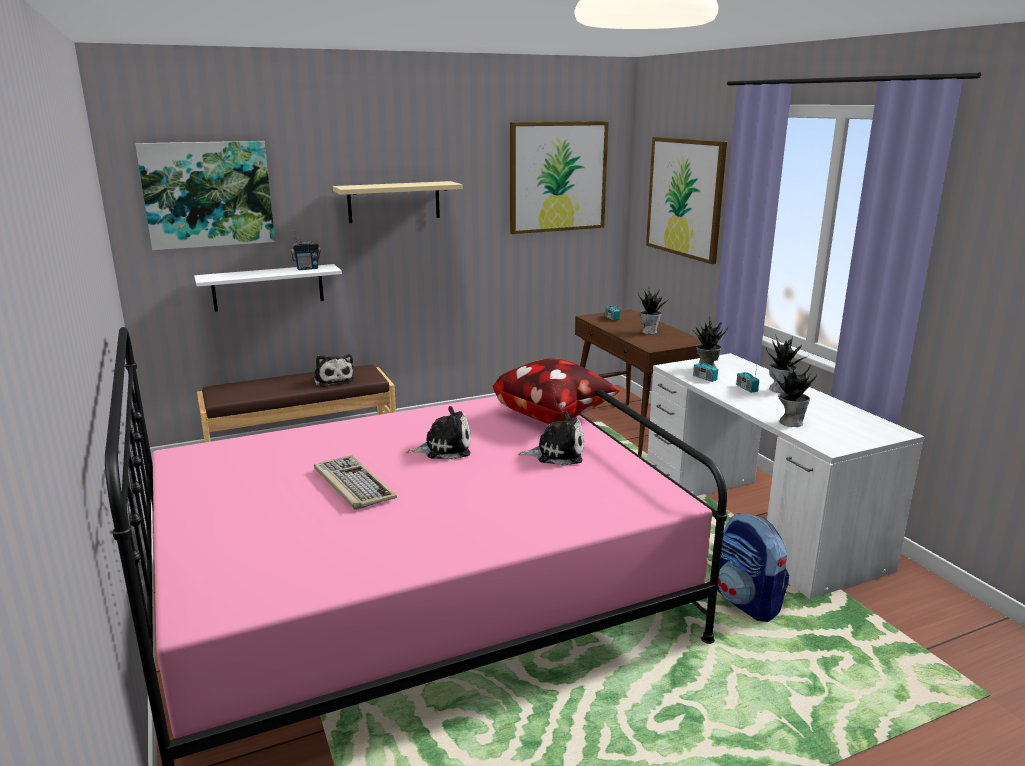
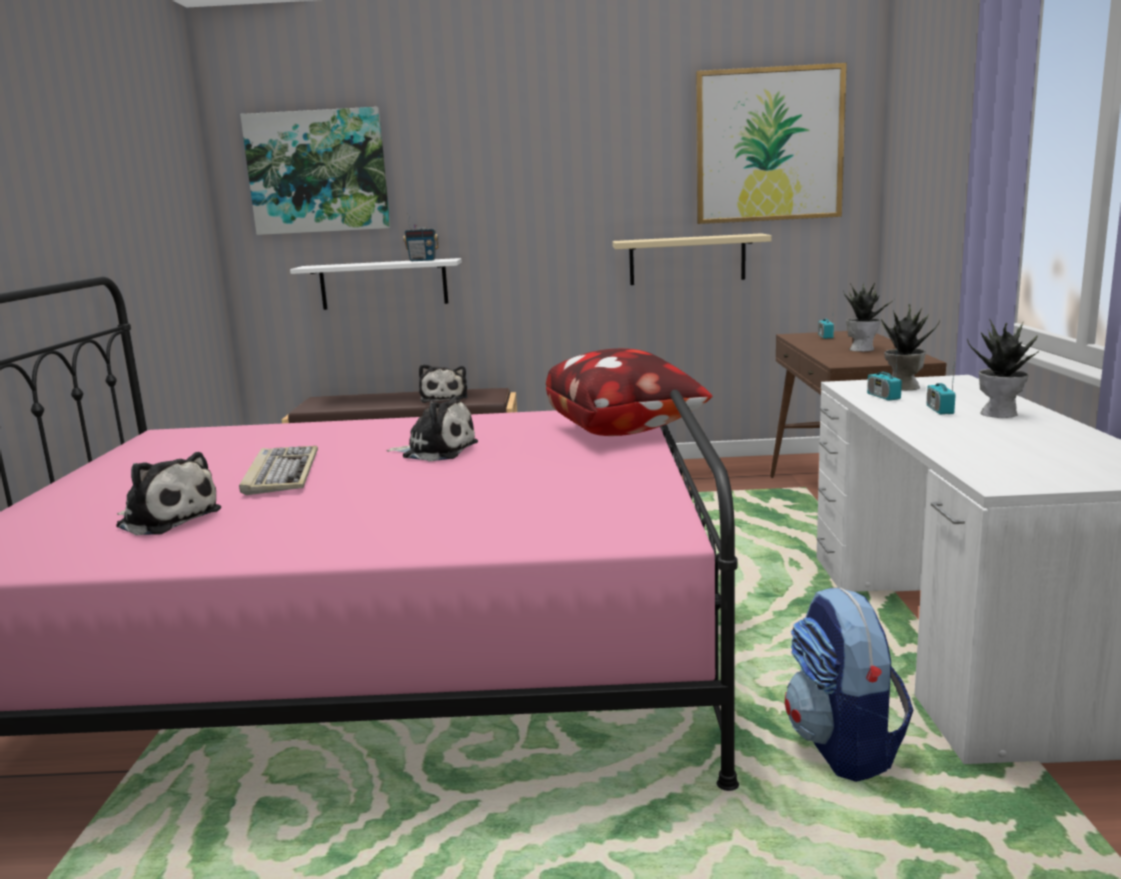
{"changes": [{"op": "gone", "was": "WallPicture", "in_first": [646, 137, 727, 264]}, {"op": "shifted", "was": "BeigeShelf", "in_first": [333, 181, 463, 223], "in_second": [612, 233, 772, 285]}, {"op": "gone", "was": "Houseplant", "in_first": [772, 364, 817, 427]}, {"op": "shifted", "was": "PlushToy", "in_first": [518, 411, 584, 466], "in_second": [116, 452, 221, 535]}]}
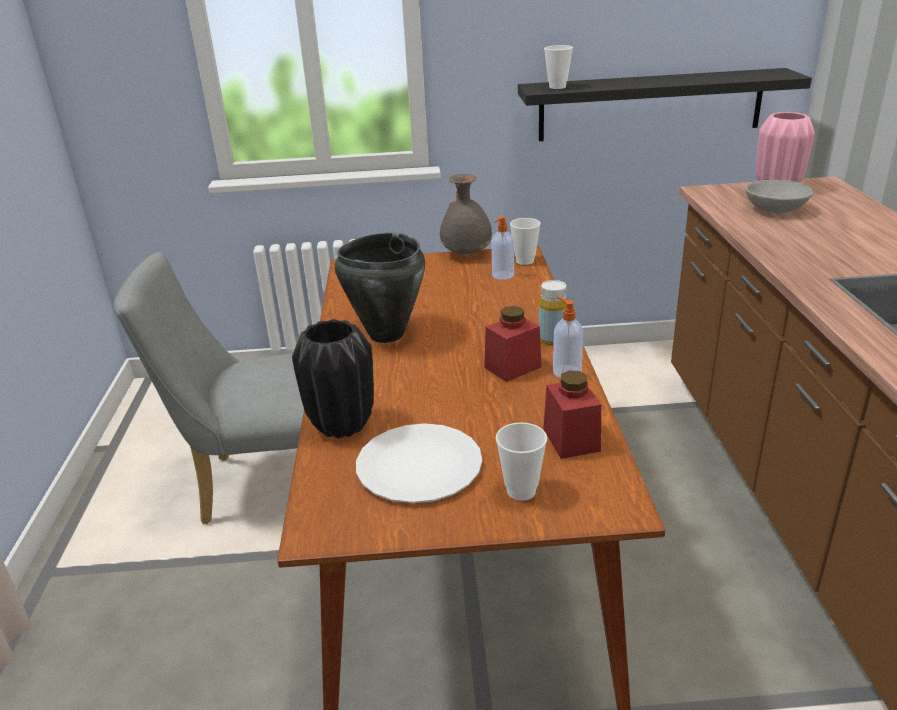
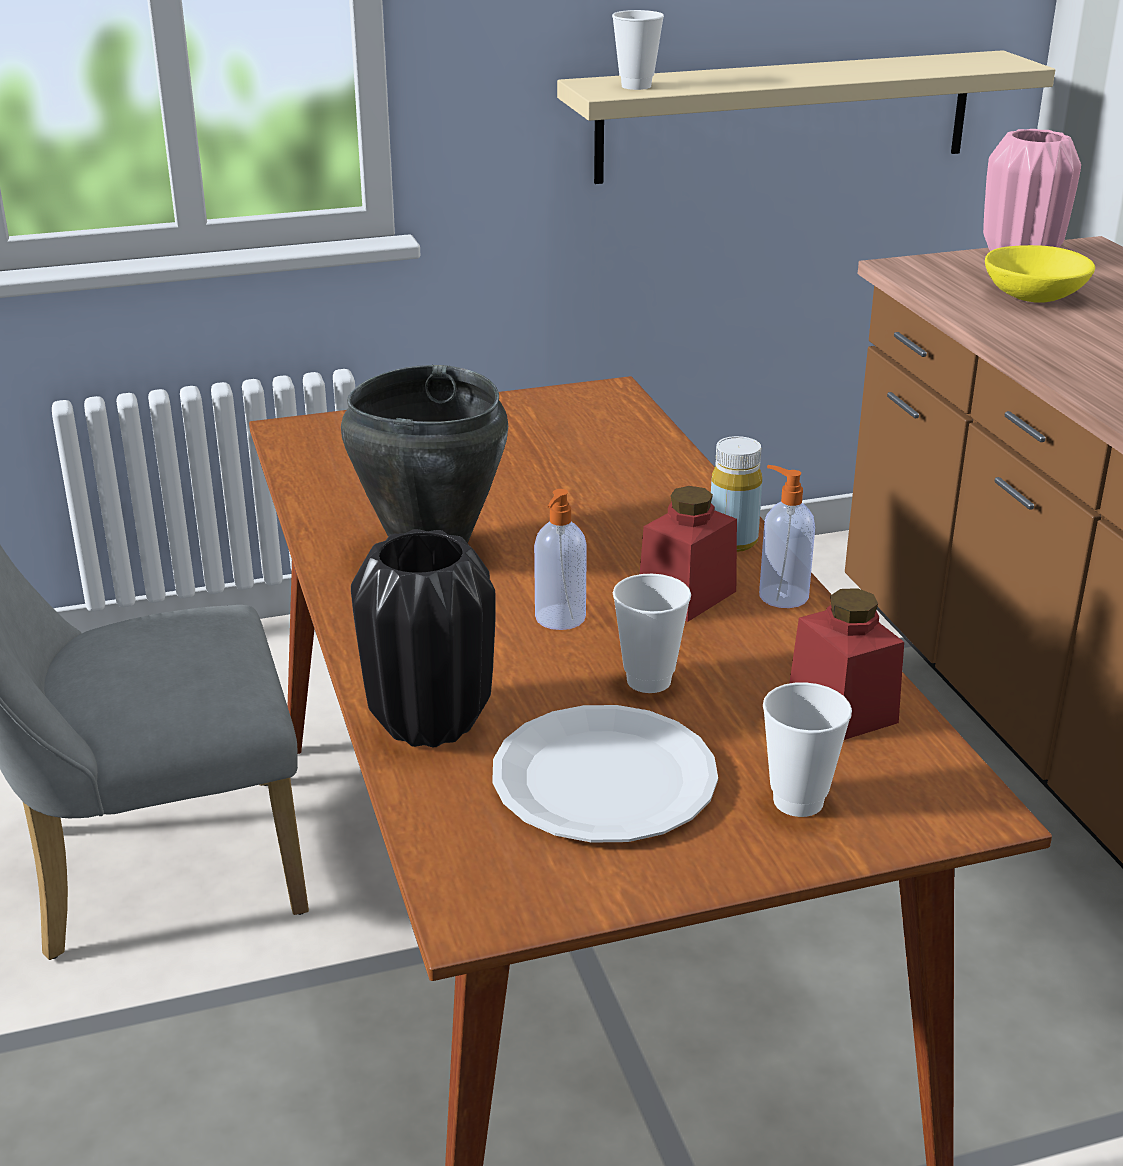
{"changes": [{"op": "repainted", "was": "BlackShelf", "now": "BeigeShelf", "in_first": [518, 68, 812, 141], "in_second": [557, 50, 1055, 184]}, {"op": "gone", "was": "GreyFlowerVase", "in_first": [440, 174, 492, 257]}, {"op": "repainted", "was": "GreyBowl", "now": "YellowBowl", "in_first": [745, 180, 813, 213], "in_second": [985, 245, 1095, 303]}, {"op": "shifted", "was": "SoapDispenser", "in_first": [491, 216, 514, 280], "in_second": [534, 489, 587, 630]}, {"op": "shifted", "was": "DrinkingCup", "in_first": [510, 218, 541, 265], "in_second": [613, 574, 691, 693]}]}
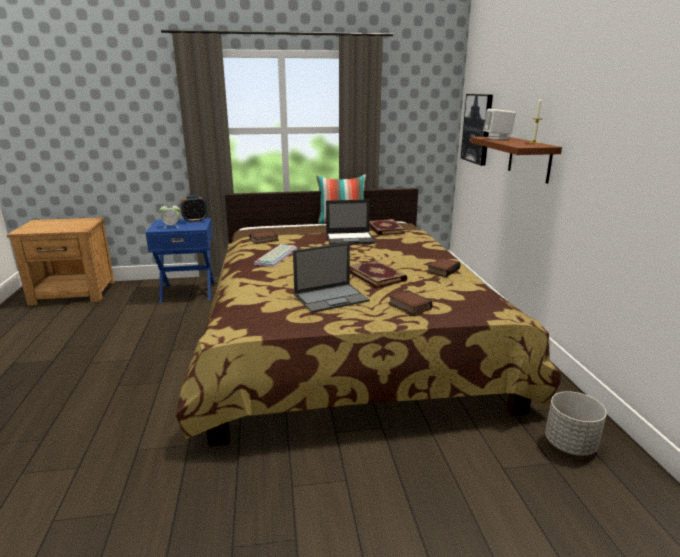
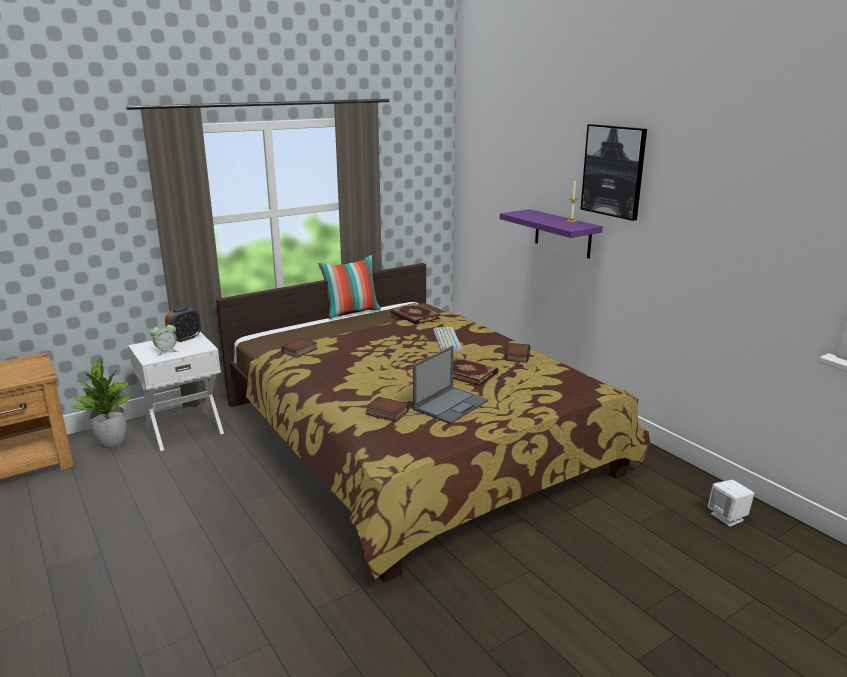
{"changes": [{"op": "shifted", "was": "WallPicture", "in_first": [461, 94, 493, 166], "in_second": [581, 124, 647, 221]}, {"op": "shifted", "was": "WhiteColouredSpeaker", "in_first": [483, 109, 516, 139], "in_second": [708, 480, 754, 526]}, {"op": "repainted", "was": "BrownShelf", "now": "PurpleShelf", "in_first": [470, 136, 562, 184], "in_second": [500, 209, 603, 259]}, {"op": "gone", "was": "Laptop", "in_first": [326, 200, 375, 245]}, {"op": "repainted", "was": "BluishNightstand", "now": "WhiteColouredNightstand", "in_first": [145, 218, 215, 303], "in_second": [128, 332, 224, 451]}, {"op": "shifted", "was": "ComputerKeyboard", "in_first": [254, 244, 297, 267], "in_second": [433, 327, 463, 352]}, {"op": "shifted", "was": "Volume", "in_first": [389, 290, 432, 316], "in_second": [365, 397, 409, 422]}, {"op": "gone", "was": "GreyFlowerPot", "in_first": [545, 391, 607, 456]}, {"op": "new", "now": "Houseplant", "in_second": [70, 357, 130, 448]}]}
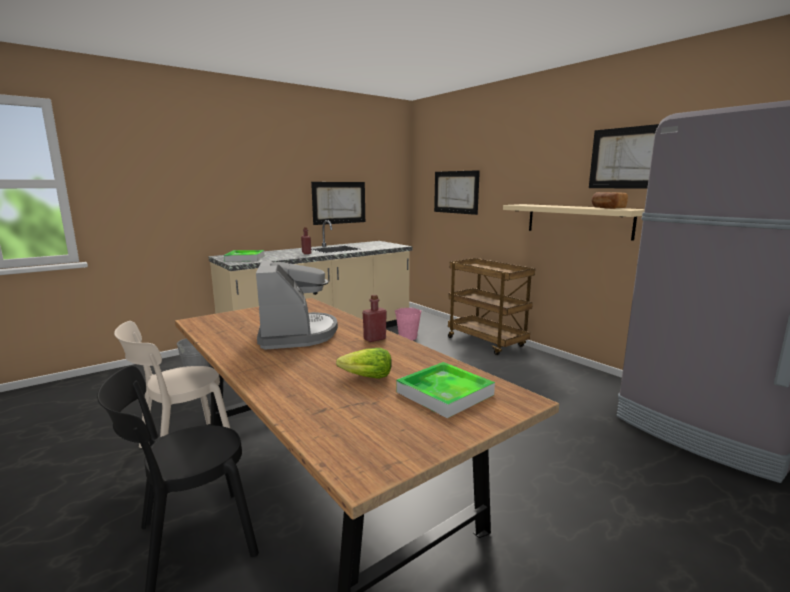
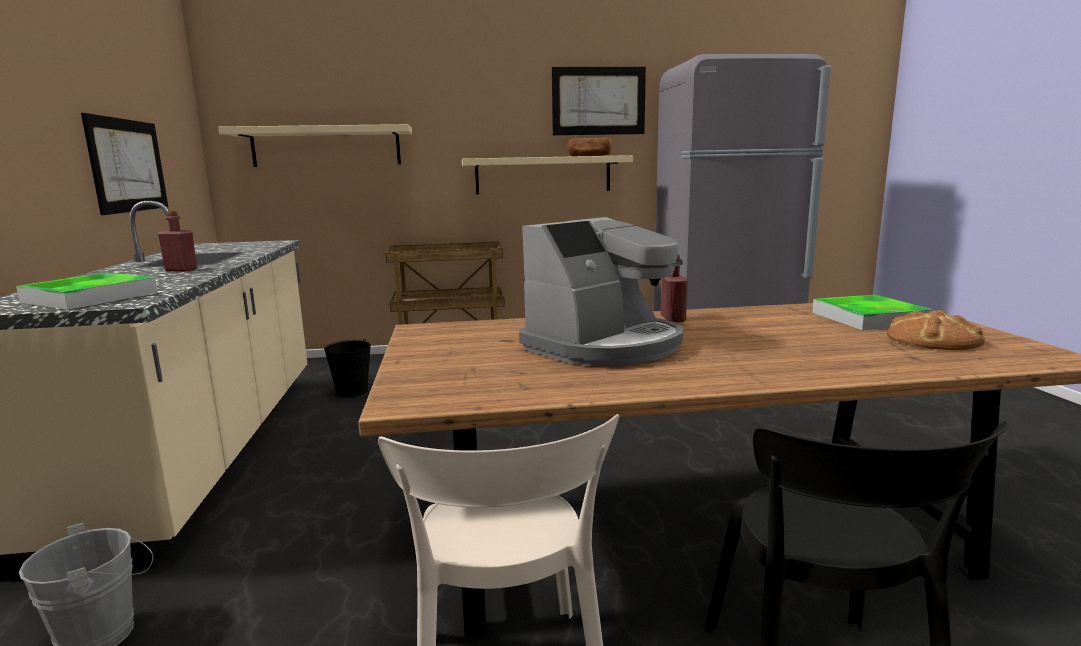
{"changes": [{"op": "swapped", "was": "WallPicture", "now": "BeigeShelf", "in_first": [434, 170, 480, 215], "in_second": [218, 124, 412, 167]}, {"op": "rotated", "was": "CoffeeMaker", "in_first": [256, 260, 338, 349], "in_second": [519, 217, 683, 367], "clockwise": 120}, {"op": "repainted", "was": "PinkColouredBucket", "now": "BlackBucket", "in_first": [395, 307, 422, 340], "in_second": [324, 339, 371, 397]}, {"op": "gone", "was": "HeadOfLettuce", "in_first": [336, 348, 392, 379]}, {"op": "new", "now": "BakedBread", "in_second": [887, 310, 985, 350]}]}
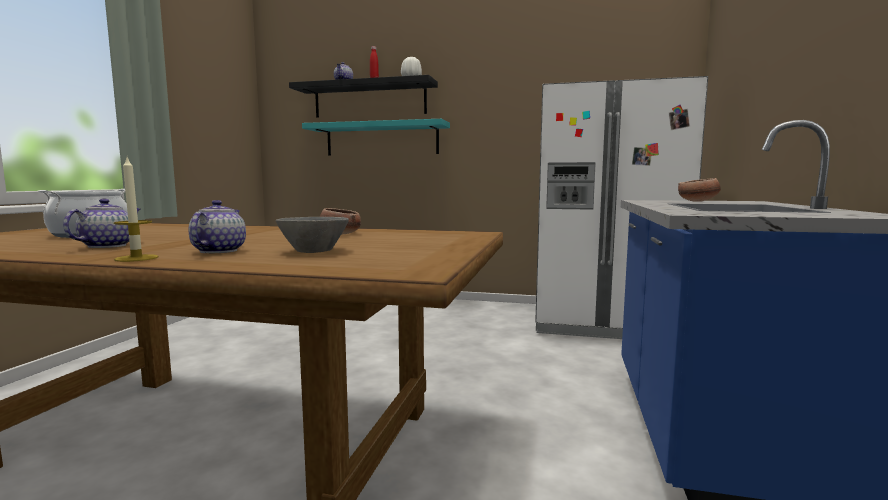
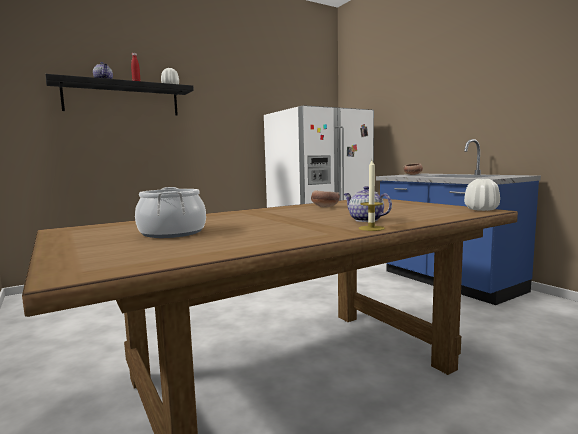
{"changes": [{"op": "gone", "was": "TurquoiseShelf", "in_first": [302, 119, 450, 155]}, {"op": "gone", "was": "TeaPot", "in_first": [63, 199, 140, 248]}, {"op": "gone", "was": "GreyBowl", "in_first": [276, 217, 349, 253]}, {"op": "new", "now": "WhiteColouredFlowerVase", "in_second": [464, 179, 500, 211]}]}
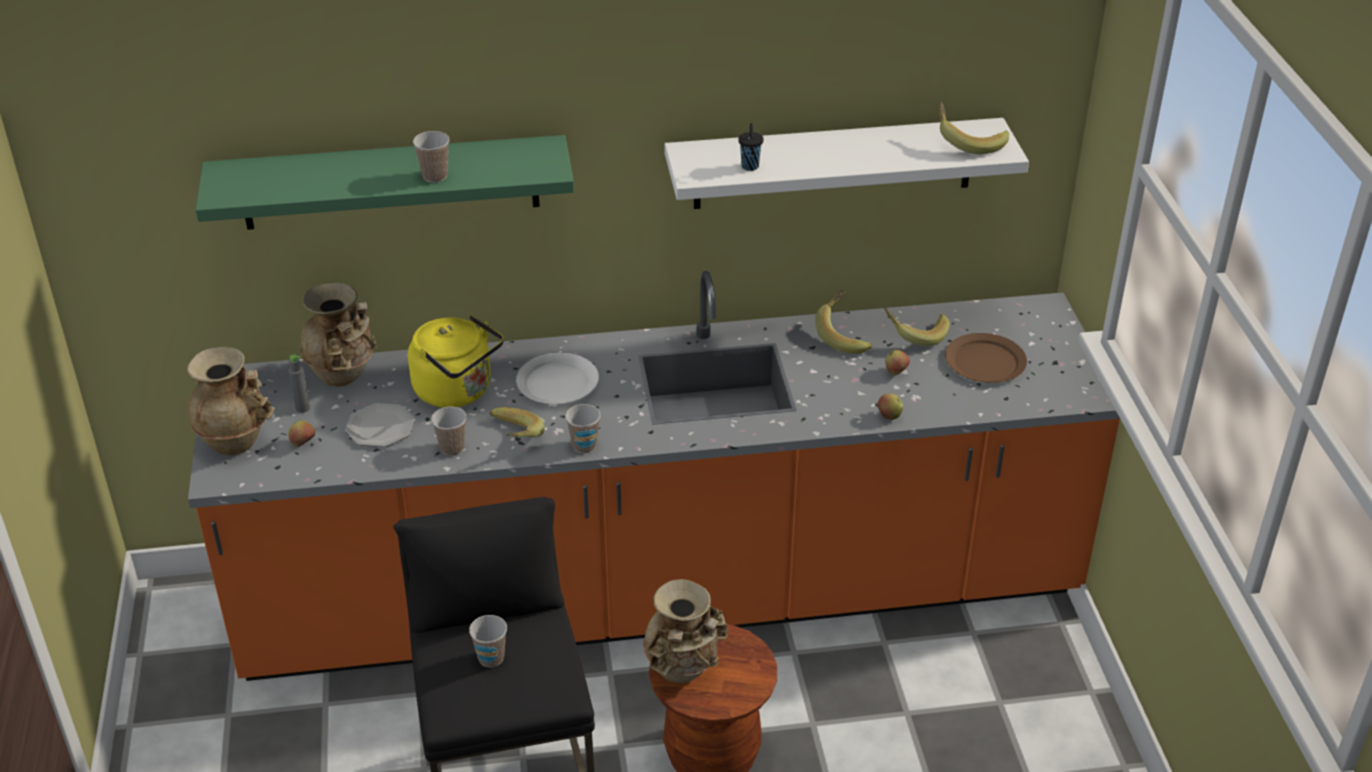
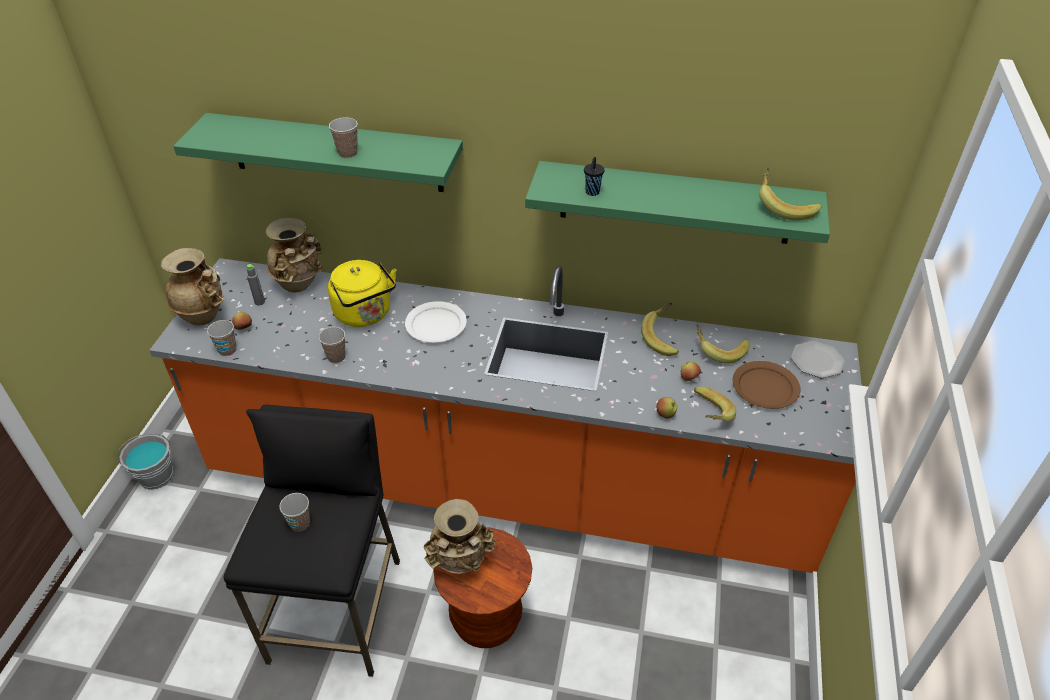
{"changes": [{"op": "repainted", "was": "WhiteColouredShelf", "now": "GreenishShelf", "in_first": [665, 118, 1029, 209], "in_second": [525, 161, 830, 244]}, {"op": "shifted", "was": "FlatDish", "in_first": [345, 403, 415, 447], "in_second": [791, 341, 845, 378]}, {"op": "shifted", "was": "DrinkingCup", "in_first": [565, 404, 601, 453], "in_second": [207, 320, 236, 356]}, {"op": "shifted", "was": "WholeBanana", "in_first": [490, 407, 545, 438], "in_second": [694, 387, 736, 421]}, {"op": "new", "now": "GreyBucket", "in_second": [118, 433, 173, 490]}]}
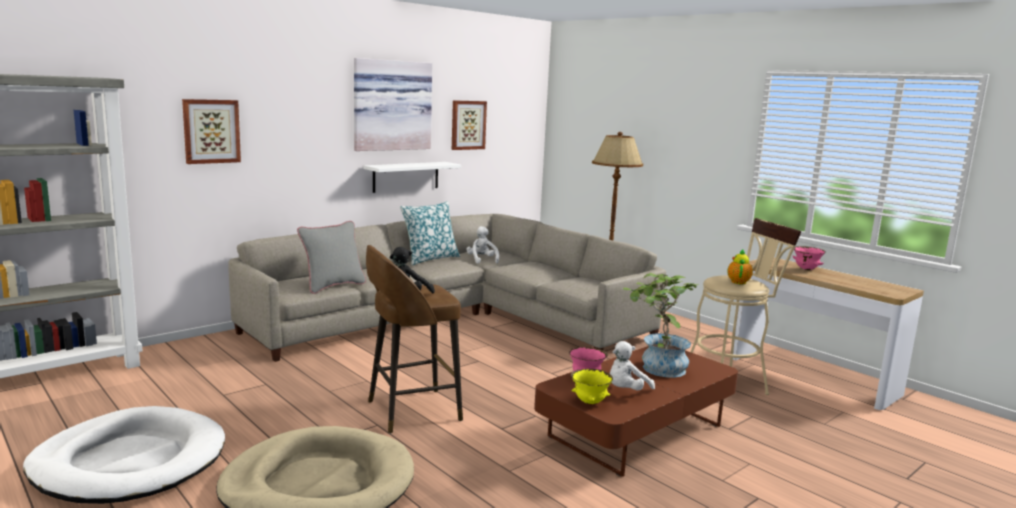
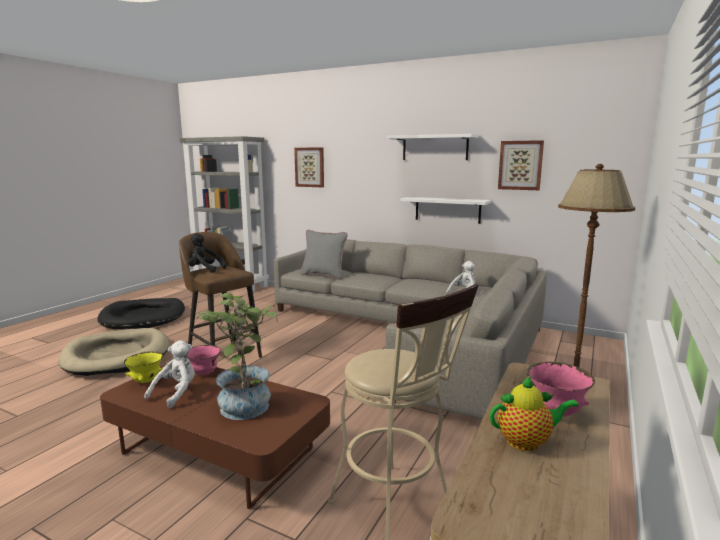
{"changes": [{"op": "swapped", "was": "WallPicture", "now": "WhiteColouredShelf", "in_first": [354, 58, 432, 151], "in_second": [387, 134, 478, 160]}, {"op": "gone", "was": "Cushion", "in_first": [400, 201, 460, 265]}, {"op": "shifted", "was": "TeaPot", "in_first": [727, 249, 753, 284], "in_second": [490, 376, 579, 451]}, {"op": "rotated", "was": "WhiteColouredPlushToy", "in_first": [609, 341, 655, 390], "in_second": [144, 340, 195, 408], "clockwise": 90}, {"op": "repainted", "was": "WhiteColouredDogCushion", "now": "BlackDogCushion", "in_first": [23, 406, 225, 504], "in_second": [97, 298, 185, 329]}]}
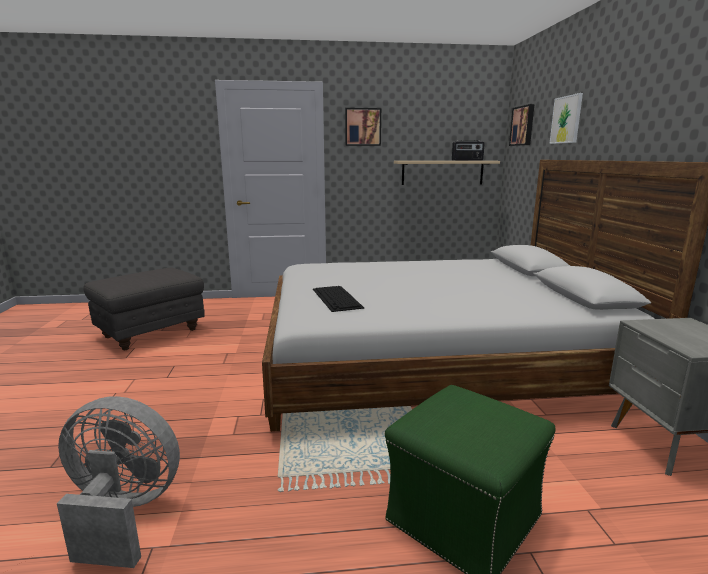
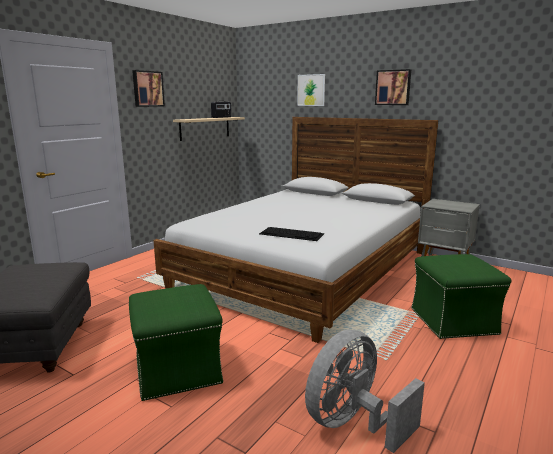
{"changes": [{"op": "shifted", "was": "WallPicture", "in_first": [509, 104, 534, 146], "in_second": [375, 69, 411, 105]}, {"op": "new", "now": "GreenishPouffe", "in_second": [129, 284, 224, 401]}]}
